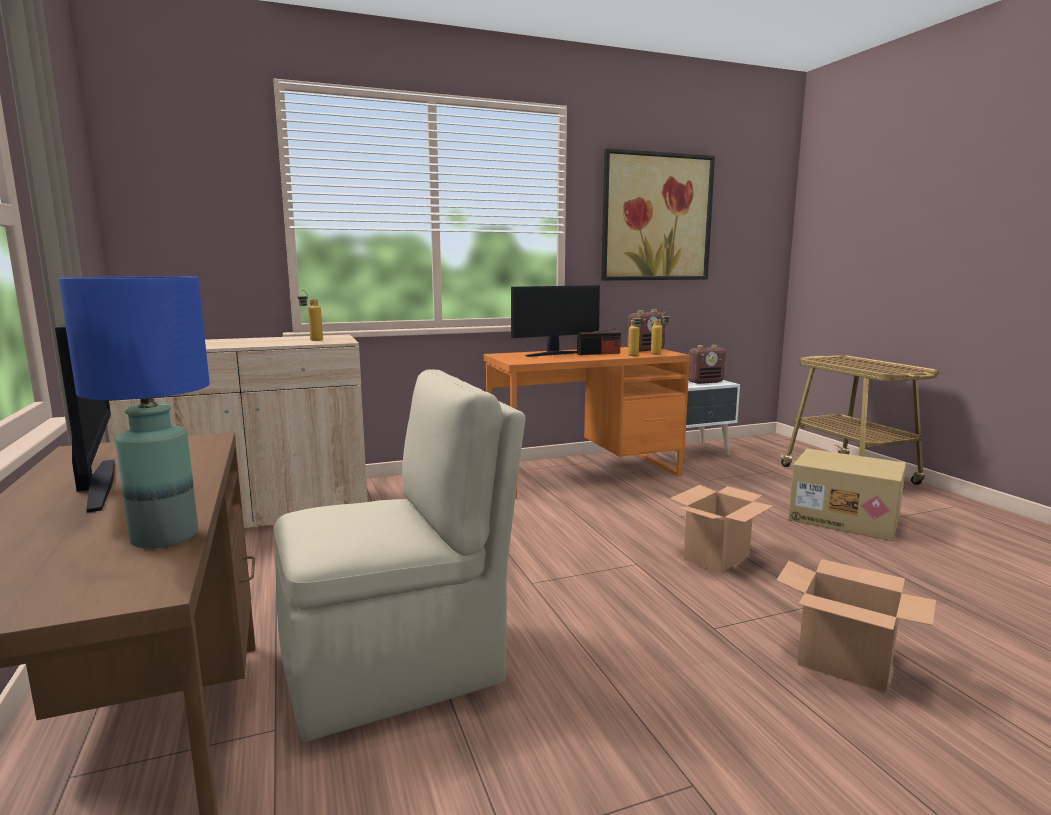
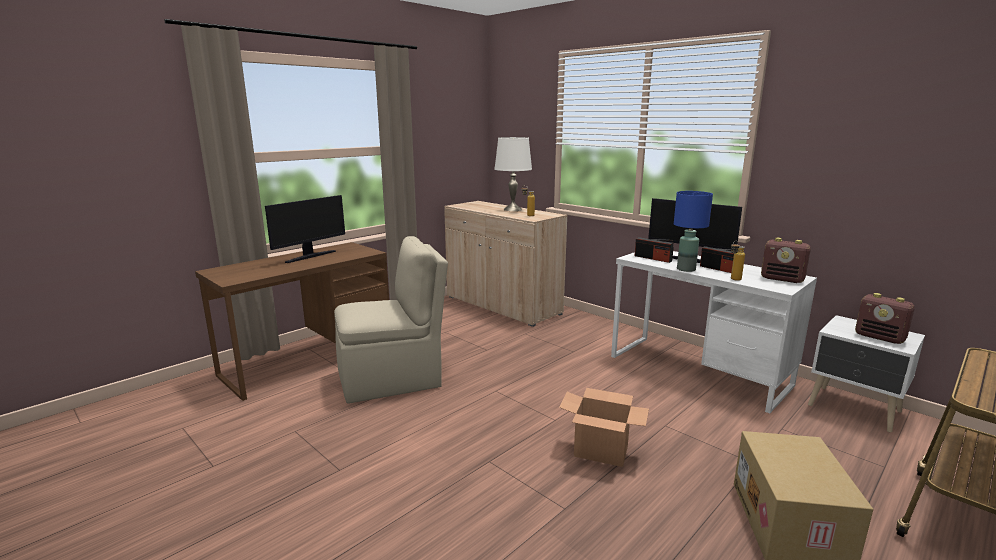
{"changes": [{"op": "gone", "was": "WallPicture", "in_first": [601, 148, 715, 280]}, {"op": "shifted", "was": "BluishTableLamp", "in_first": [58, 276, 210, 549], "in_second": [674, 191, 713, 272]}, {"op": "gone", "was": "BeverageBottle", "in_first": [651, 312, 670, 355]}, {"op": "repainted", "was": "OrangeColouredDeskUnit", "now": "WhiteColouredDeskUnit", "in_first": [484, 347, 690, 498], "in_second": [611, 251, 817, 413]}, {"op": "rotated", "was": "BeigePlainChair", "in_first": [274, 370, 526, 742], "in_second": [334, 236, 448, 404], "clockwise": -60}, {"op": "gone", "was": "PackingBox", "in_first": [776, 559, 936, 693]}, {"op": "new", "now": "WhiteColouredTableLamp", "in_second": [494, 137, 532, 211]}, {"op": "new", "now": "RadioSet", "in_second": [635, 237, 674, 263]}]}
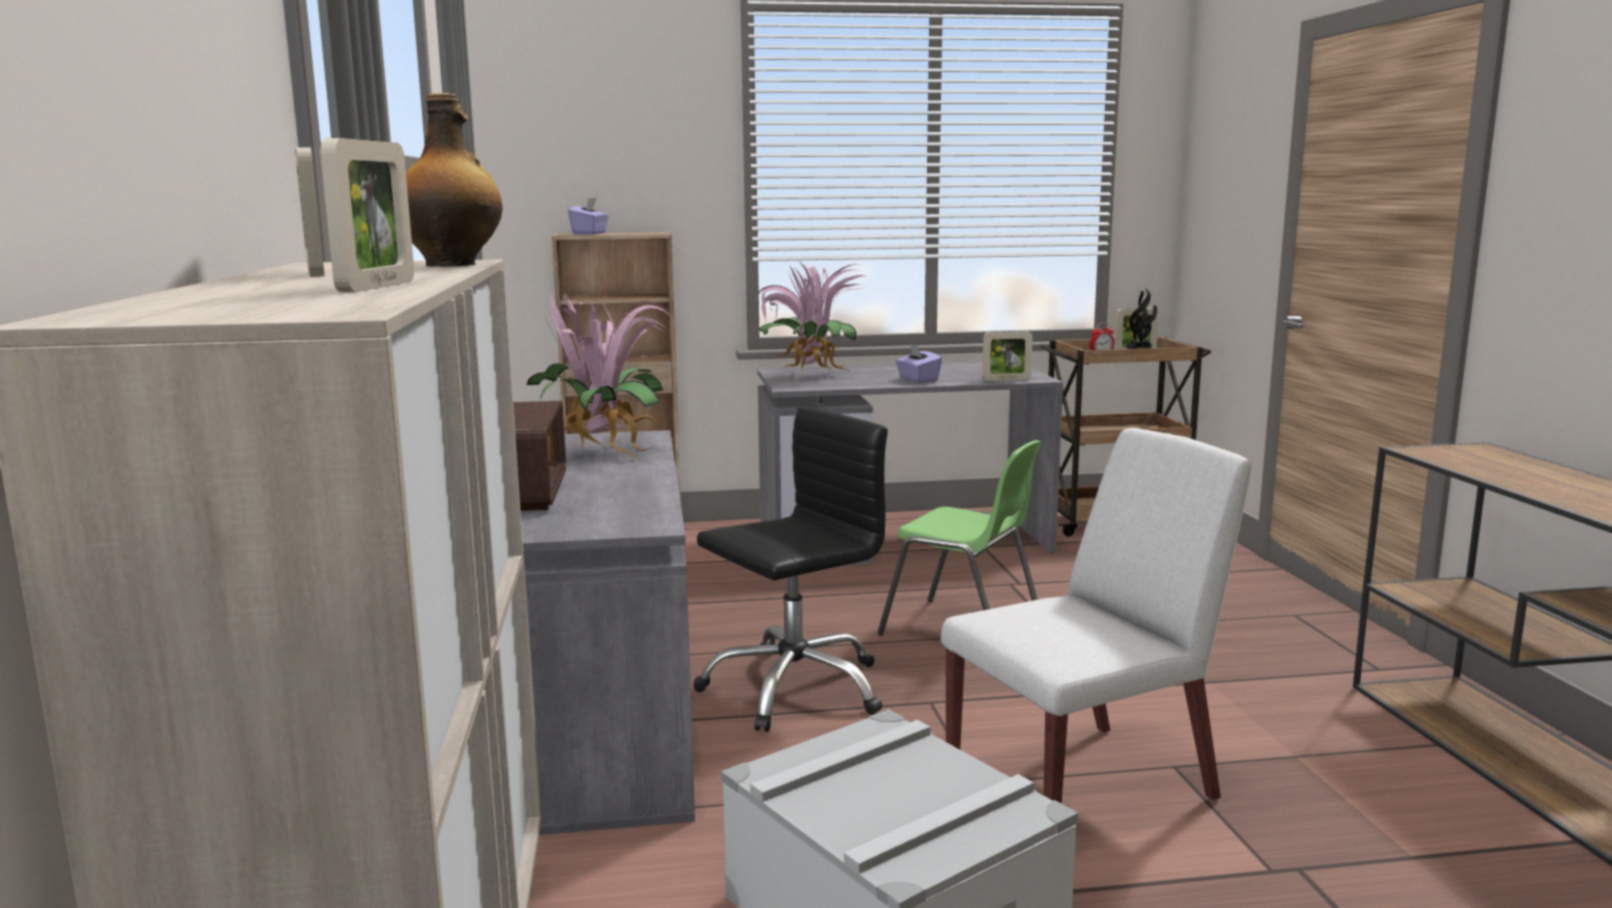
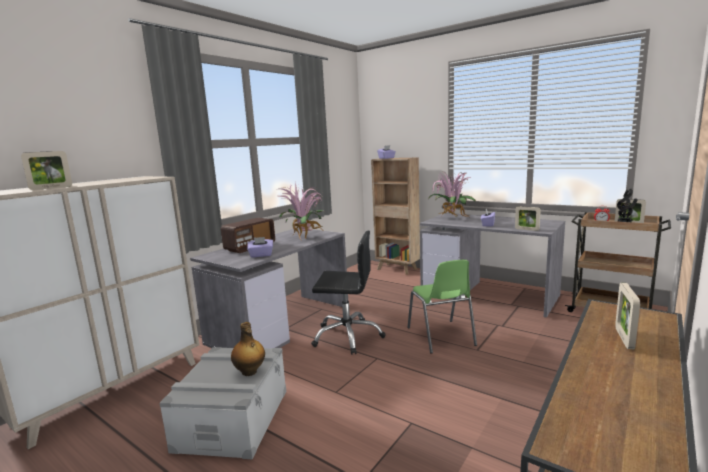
{"changes": [{"op": "shifted", "was": "BeverageBottle", "in_first": [406, 93, 503, 267], "in_second": [231, 322, 265, 376]}, {"op": "shifted", "was": "StandingFrame", "in_first": [295, 147, 324, 277], "in_second": [615, 283, 640, 350]}, {"op": "gone", "was": "WhiteColouredPlainChair", "in_first": [941, 428, 1252, 804]}, {"op": "new", "now": "PurpleTissueHolder", "in_second": [247, 237, 273, 257]}]}
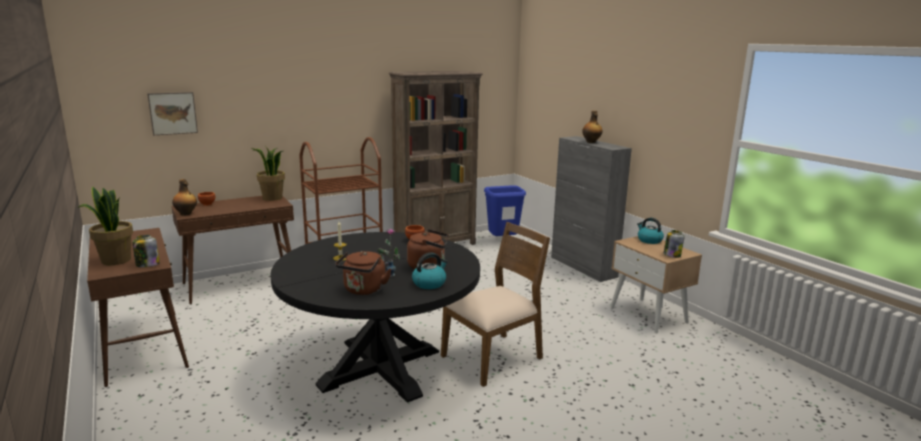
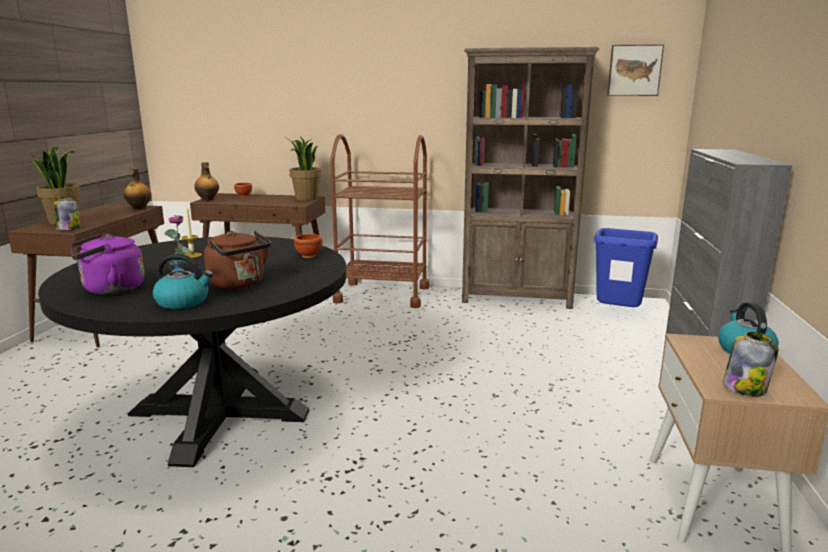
{"changes": [{"op": "shifted", "was": "WallPicture", "in_first": [147, 92, 198, 135], "in_second": [607, 44, 664, 96]}, {"op": "shifted", "was": "BeverageBottle", "in_first": [582, 111, 603, 143], "in_second": [124, 168, 152, 210]}, {"op": "gone", "was": "BrownPlainChair", "in_first": [441, 222, 550, 387]}, {"op": "repainted", "was": "BrownKettle", "now": "PurpleKettle", "in_first": [335, 251, 391, 295], "in_second": [71, 233, 145, 295]}]}
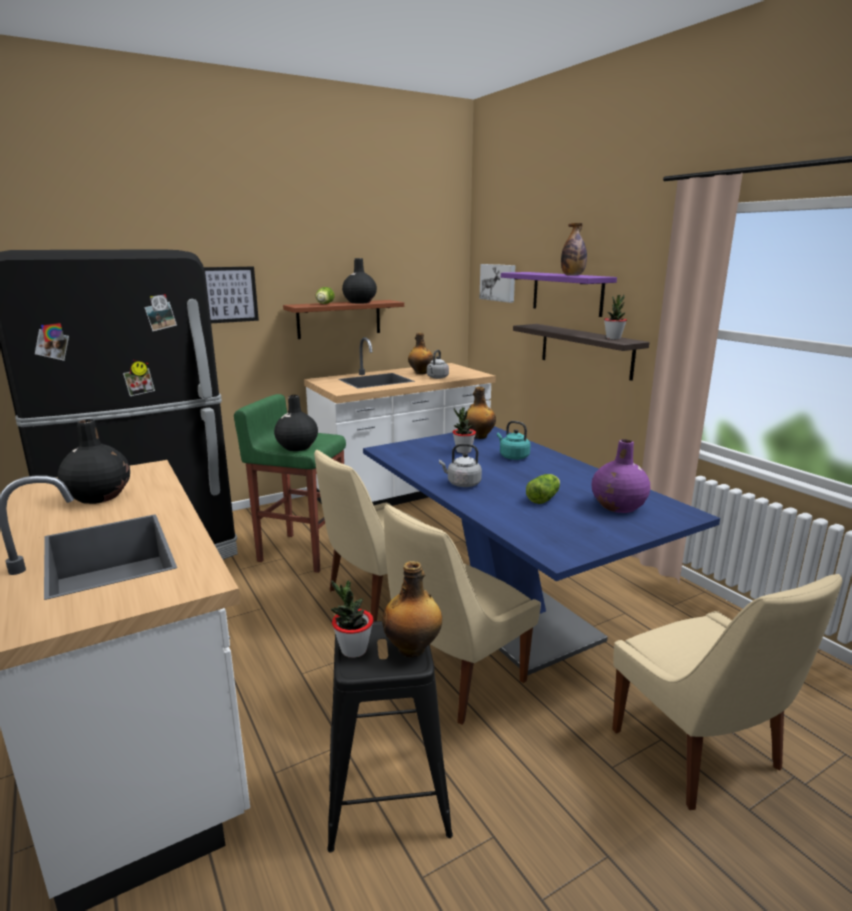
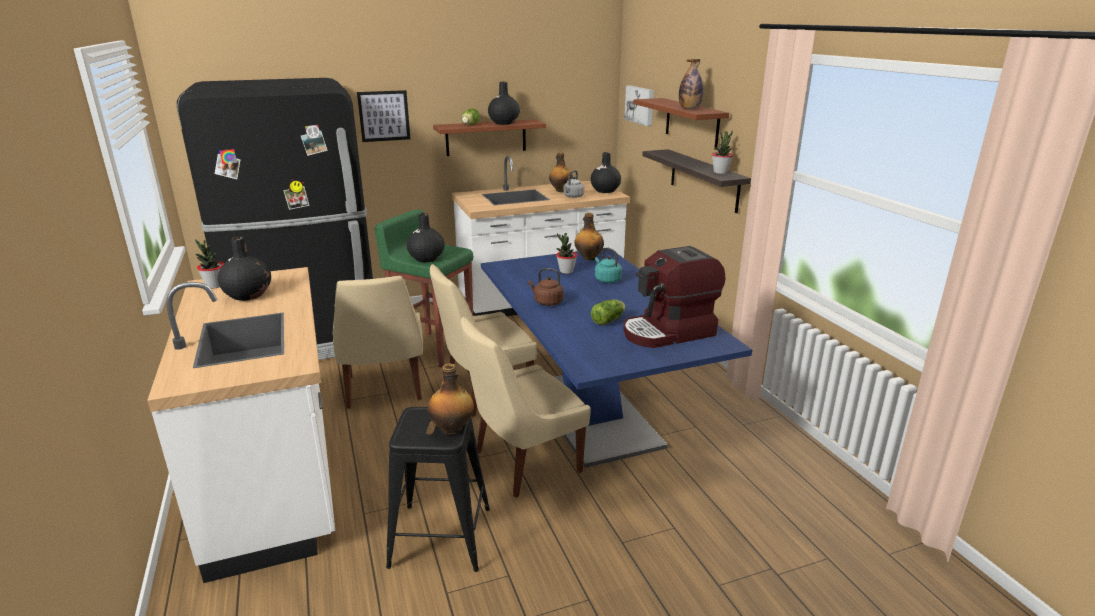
{"changes": [{"op": "repainted", "was": "PurpleShelf", "now": "BrownShelf", "in_first": [501, 272, 617, 317], "in_second": [633, 98, 729, 149]}, {"op": "swapped", "was": "PurpleFlowerVase", "now": "CoffeeMaker", "in_first": [591, 439, 650, 513], "in_second": [623, 246, 726, 348]}, {"op": "repainted", "was": "GreyKettle", "now": "BrownKettle", "in_first": [439, 444, 482, 487], "in_second": [528, 268, 564, 306]}, {"op": "shifted", "was": "BeigePlainChair", "in_first": [612, 574, 843, 810], "in_second": [332, 276, 423, 409]}, {"op": "shifted", "was": "Houseplant", "in_first": [331, 581, 373, 658], "in_second": [195, 239, 224, 289]}, {"op": "new", "now": "BlackFlowerVase", "in_second": [591, 152, 621, 193]}]}
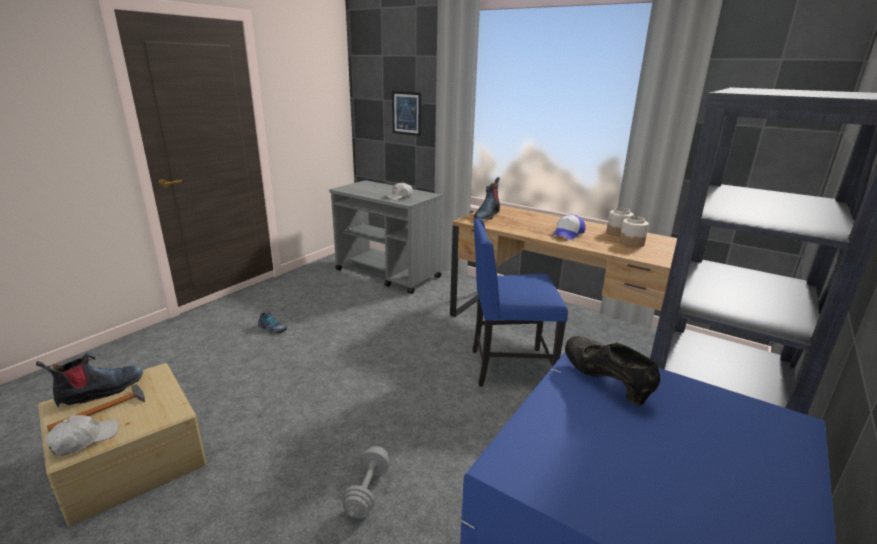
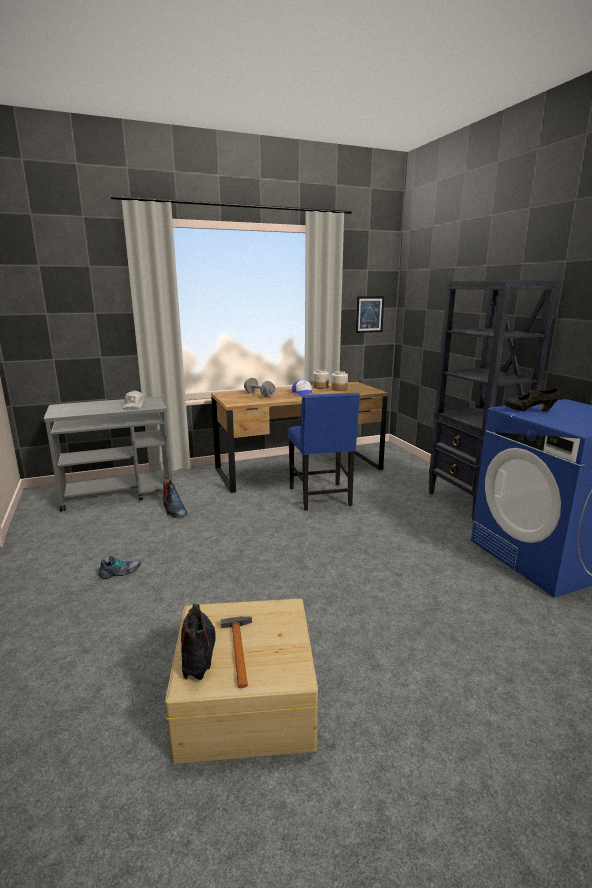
{"changes": [{"op": "shifted", "was": "WallPicture", "in_first": [392, 91, 421, 136], "in_second": [356, 296, 384, 333]}, {"op": "shifted", "was": "HighTopBoot", "in_first": [474, 177, 500, 220], "in_second": [163, 473, 187, 518]}, {"op": "rotated", "was": "BluishPlainChair", "in_first": [473, 219, 568, 387], "in_second": [288, 393, 360, 511], "clockwise": -45}, {"op": "gone", "was": "WhiteColouredBaseballCap", "in_first": [46, 415, 118, 456]}, {"op": "shifted", "was": "GreyHandWeight", "in_first": [343, 446, 390, 518], "in_second": [244, 378, 275, 397]}]}
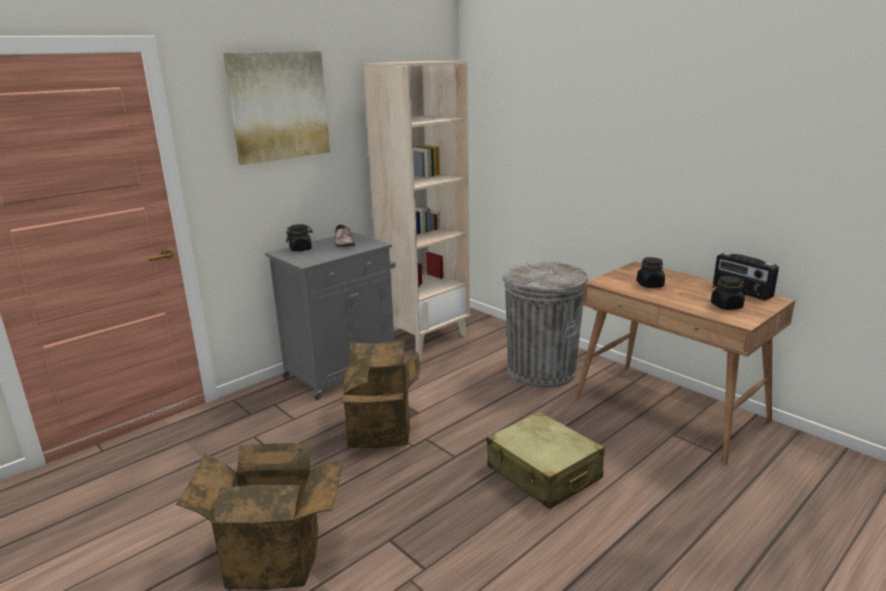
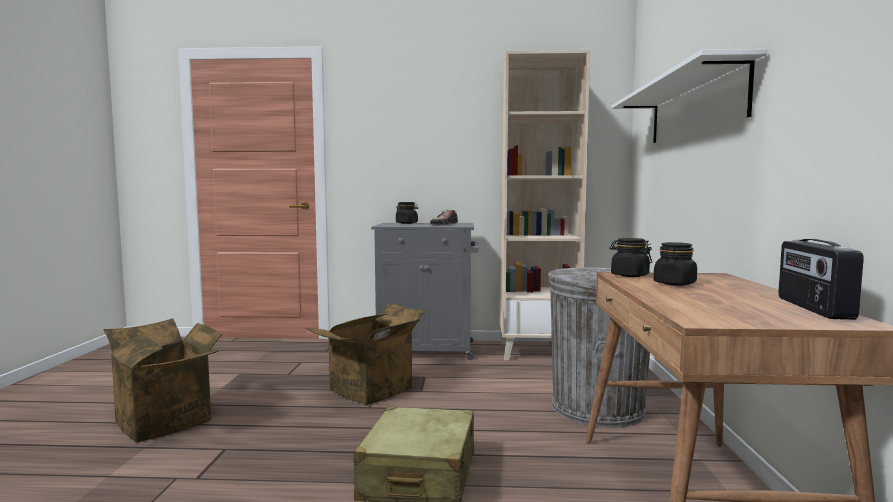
{"changes": [{"op": "gone", "was": "WallPicture", "in_first": [223, 51, 330, 165]}, {"op": "shifted", "was": "BlackJar", "in_first": [711, 276, 745, 310], "in_second": [610, 238, 652, 277]}, {"op": "new", "now": "WhiteColouredShelf", "in_second": [611, 49, 767, 143]}]}
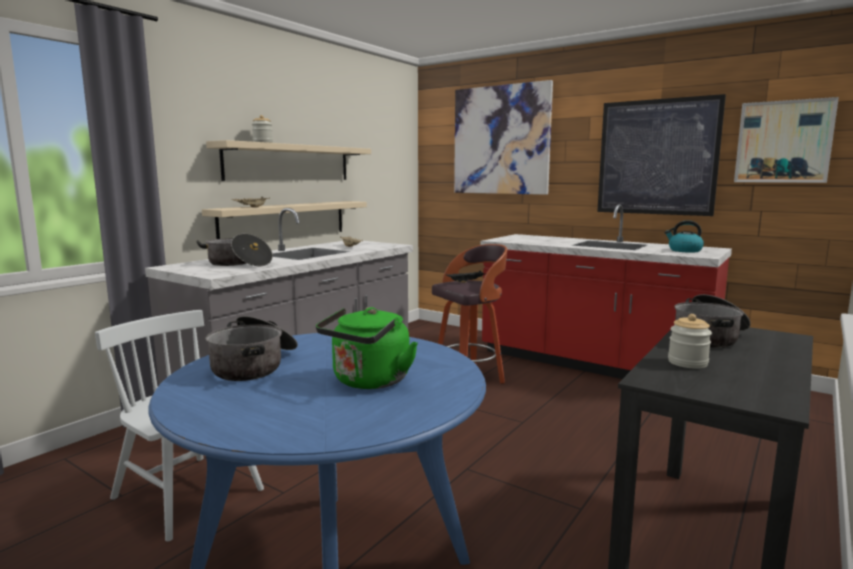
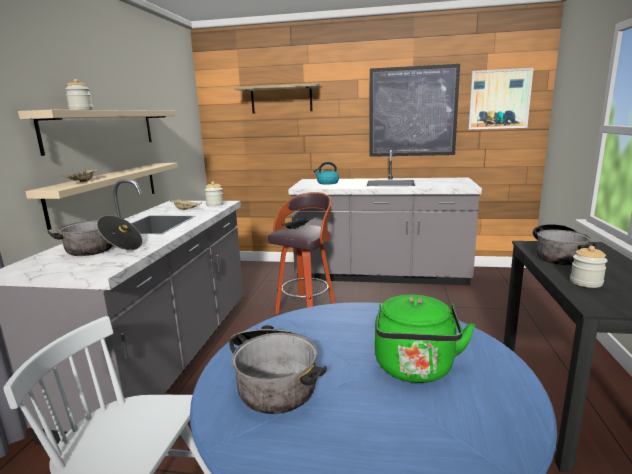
{"changes": [{"op": "swapped", "was": "WallPicture", "now": "Shelf", "in_first": [454, 80, 553, 195], "in_second": [234, 83, 321, 113]}, {"op": "repainted", "was": "RedKitchenBaseUnit", "now": "GreyKitchenBaseUnit", "in_first": [480, 204, 732, 379], "in_second": [288, 150, 482, 285]}, {"op": "shifted", "was": "Kettle", "in_first": [665, 220, 704, 253], "in_second": [313, 162, 339, 185]}, {"op": "new", "now": "Jar", "in_second": [205, 181, 224, 206]}]}
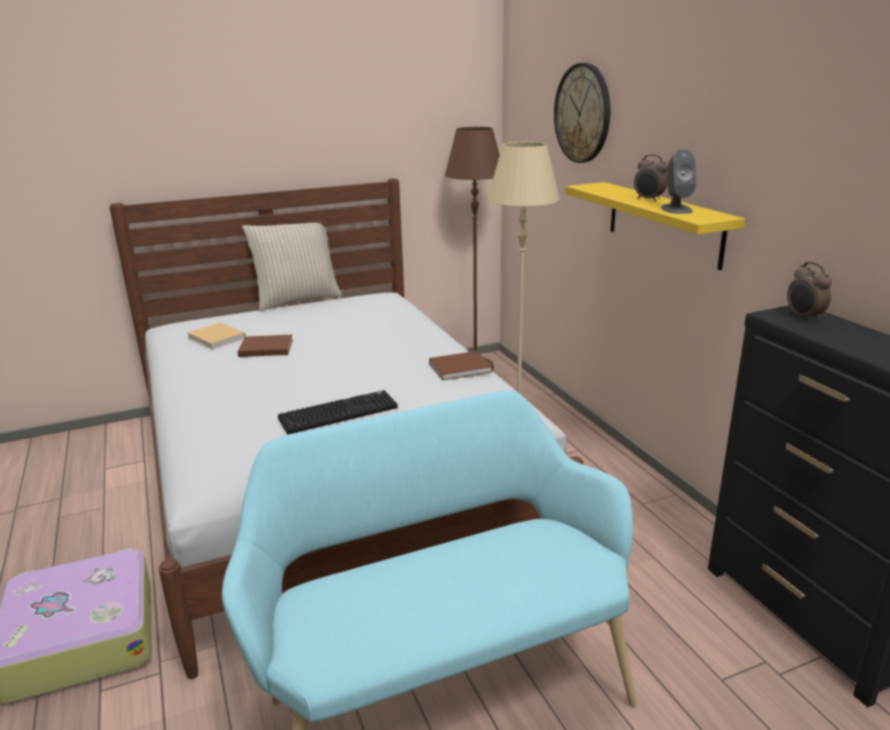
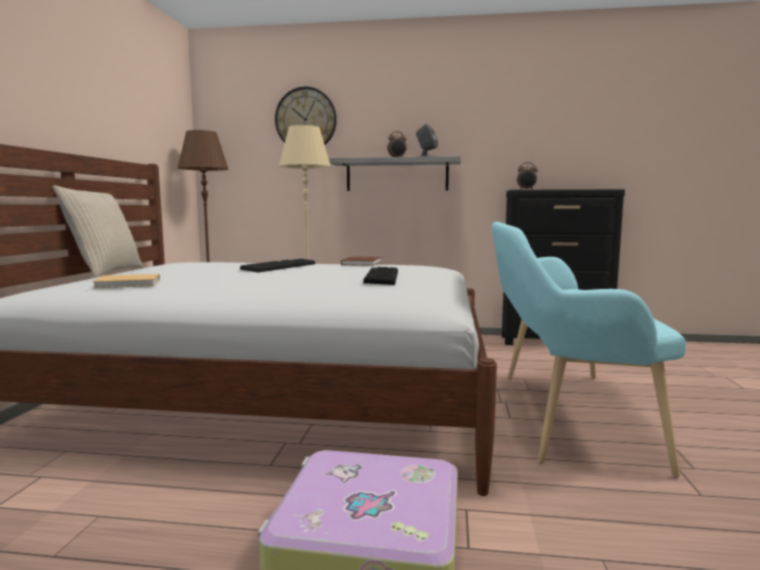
{"changes": [{"op": "repainted", "was": "YellowShelf", "now": "GreyShelf", "in_first": [566, 182, 745, 270], "in_second": [329, 156, 461, 191]}, {"op": "gone", "was": "BrownVolume", "in_first": [237, 335, 293, 357]}, {"op": "new", "now": "ComputerKeyboard", "in_second": [240, 259, 315, 272]}]}
